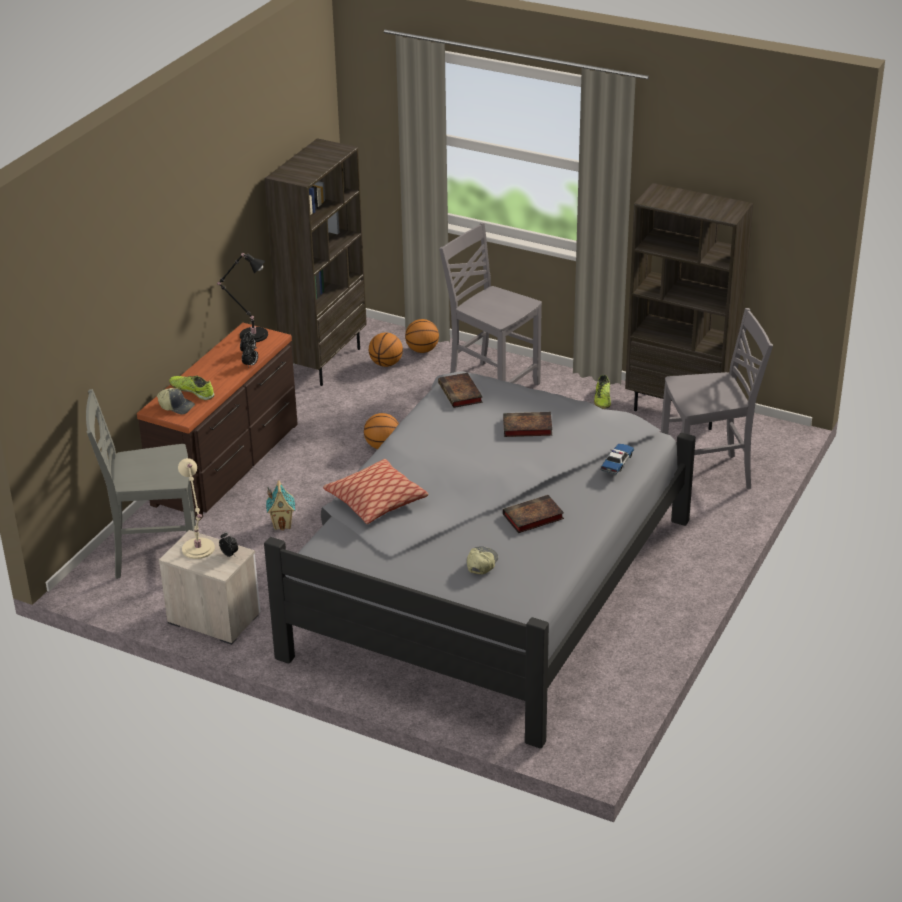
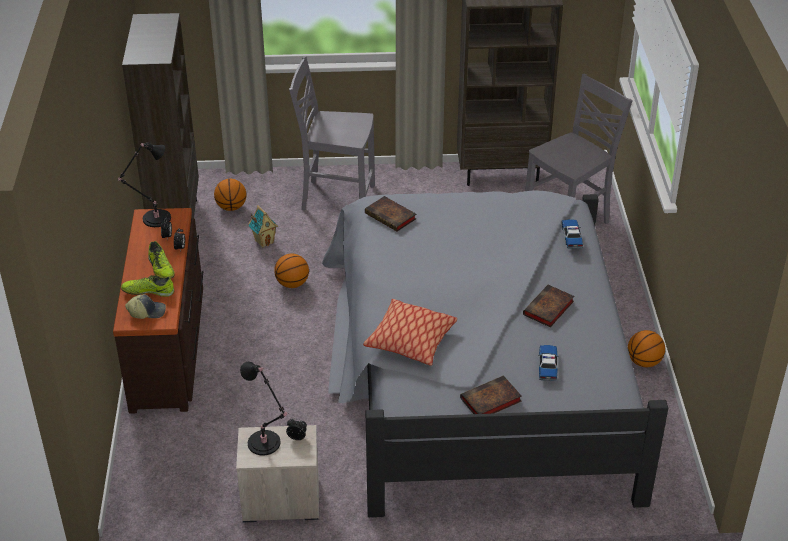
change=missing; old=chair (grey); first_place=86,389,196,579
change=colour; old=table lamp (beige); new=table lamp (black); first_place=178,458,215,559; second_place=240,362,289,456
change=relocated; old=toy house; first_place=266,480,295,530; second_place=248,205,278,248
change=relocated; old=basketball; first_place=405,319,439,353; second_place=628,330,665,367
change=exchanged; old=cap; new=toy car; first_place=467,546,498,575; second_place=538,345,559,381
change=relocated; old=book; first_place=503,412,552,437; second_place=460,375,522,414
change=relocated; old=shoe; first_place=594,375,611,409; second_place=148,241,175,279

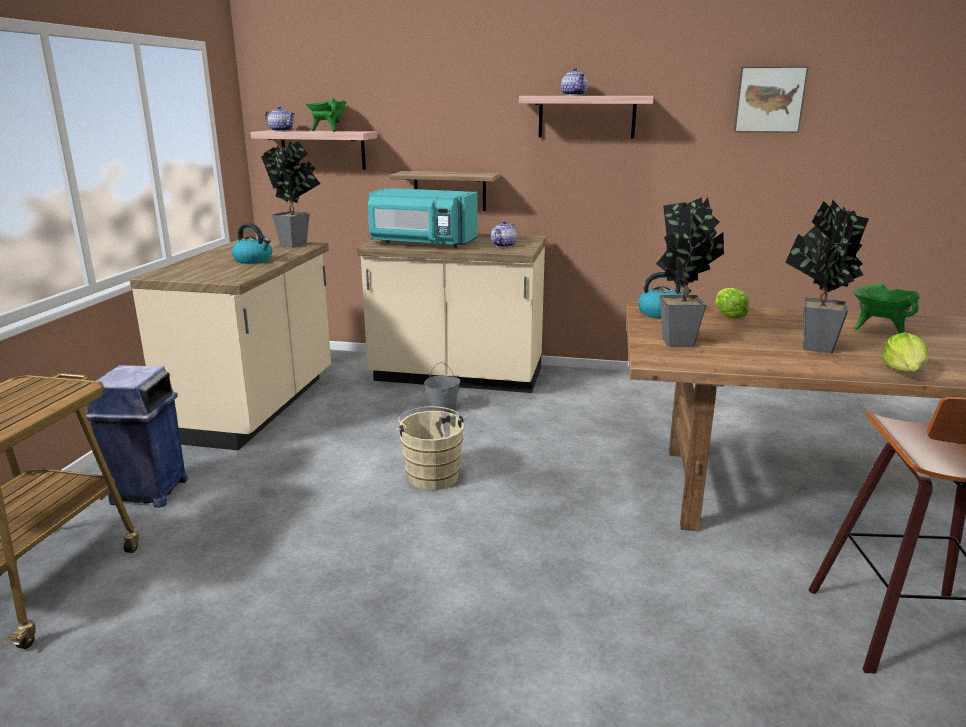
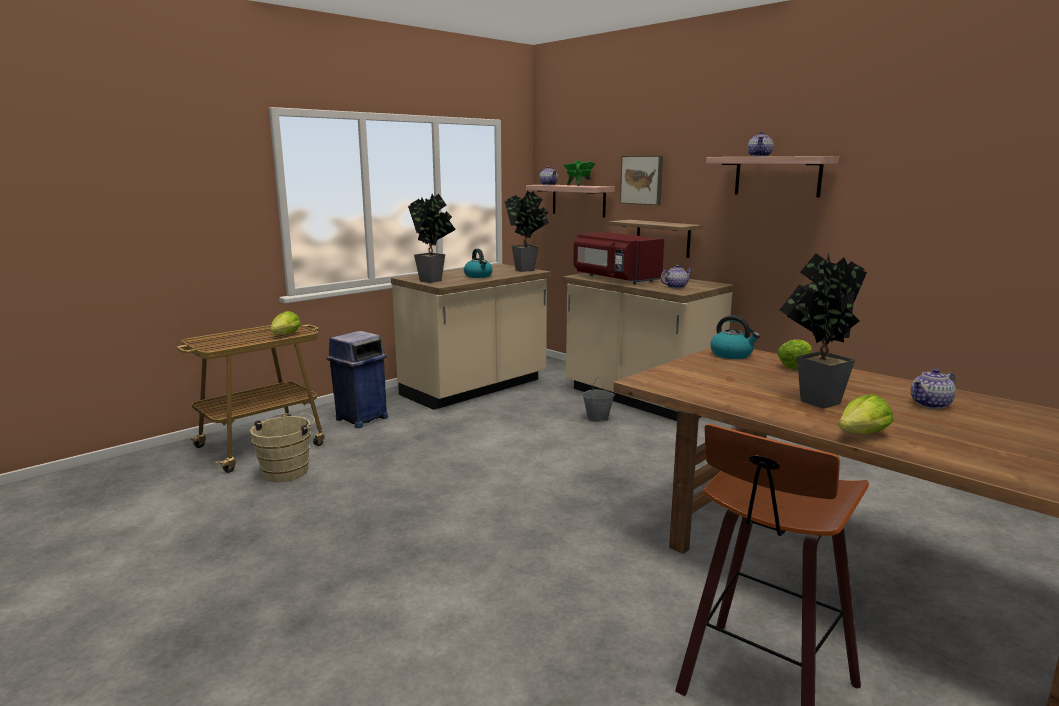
change=colour; old=microwave (turquoise); new=microwave (red); first_place=368,188,478,248; second_place=573,232,664,284
change=relocated; old=bucket (beige); first_place=396,406,466,490; second_place=250,413,315,482
change=relocated; old=potted plant; first_place=656,197,724,347; second_place=408,194,456,283
change=relocated; old=picture; first_place=734,66,808,133; second_place=620,156,663,205
change=exchanged; old=cooking pot (green); new=teapot; first_place=853,284,920,334; second_place=911,368,956,409
change=appeared; new=lettuce; second_place=270,311,301,334

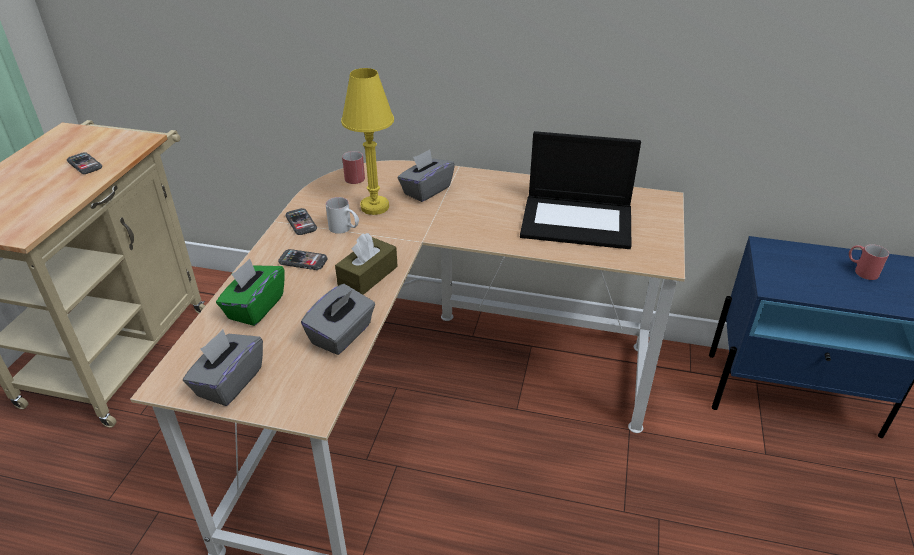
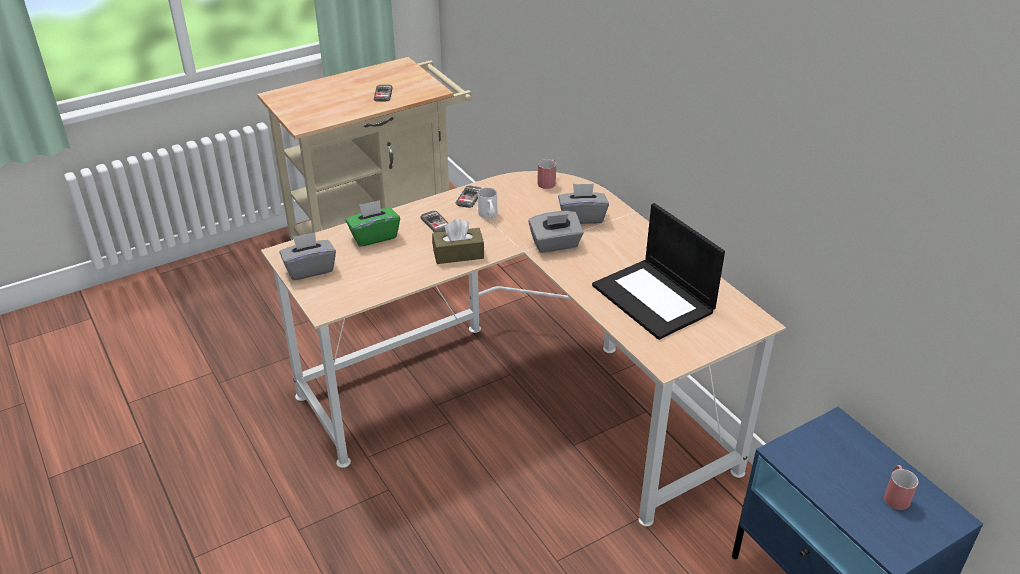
change=relocated; old=tissue box (grey); first_place=301,284,375,355; second_place=528,211,584,253
change=missing; old=table lamp (yellow); first_place=341,68,394,215

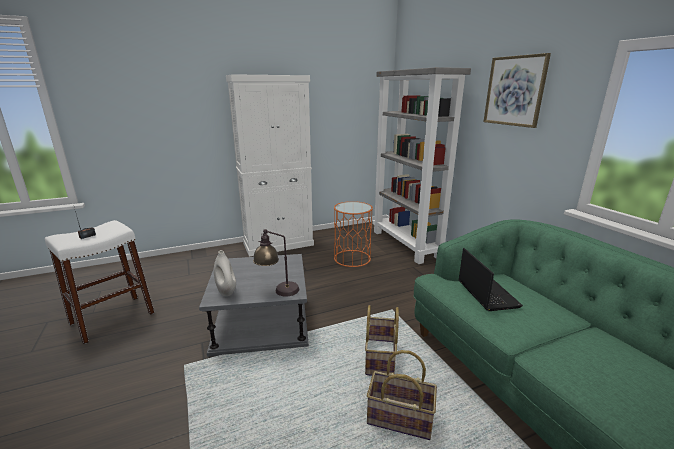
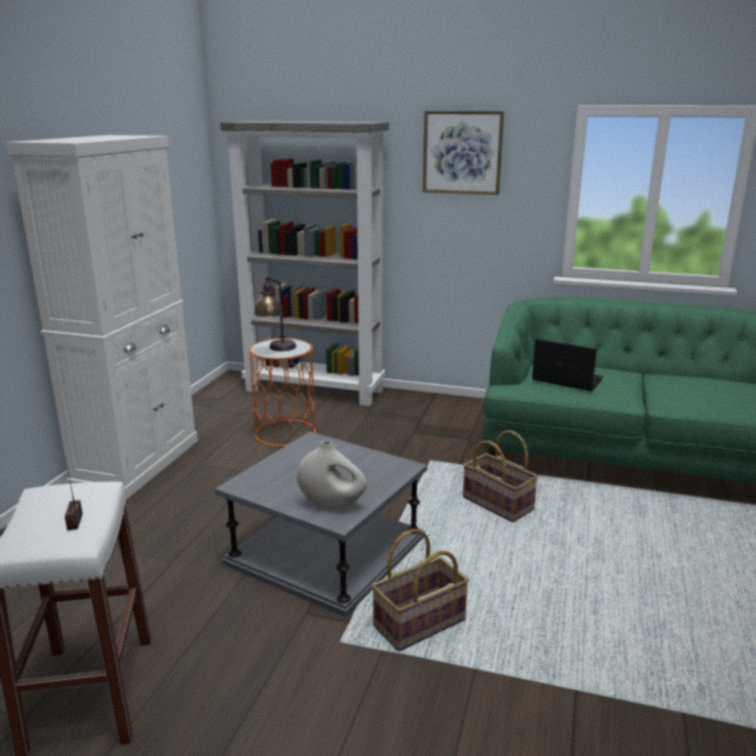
change=relocated; old=table lamp; first_place=253,229,299,297; second_place=254,276,296,351
change=relocated; old=basket; first_place=367,350,437,440; second_place=372,529,469,651

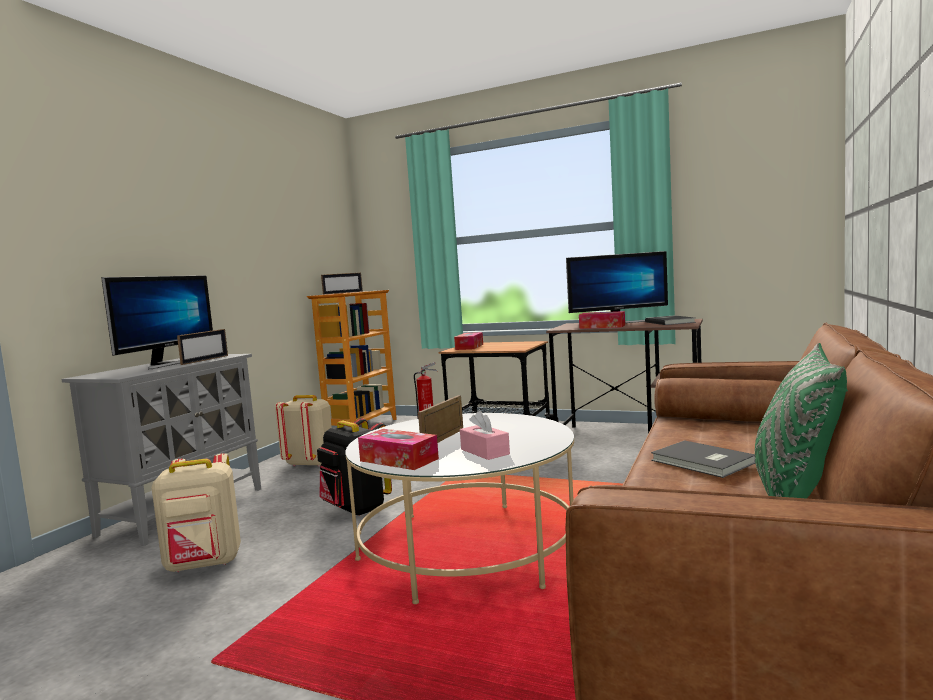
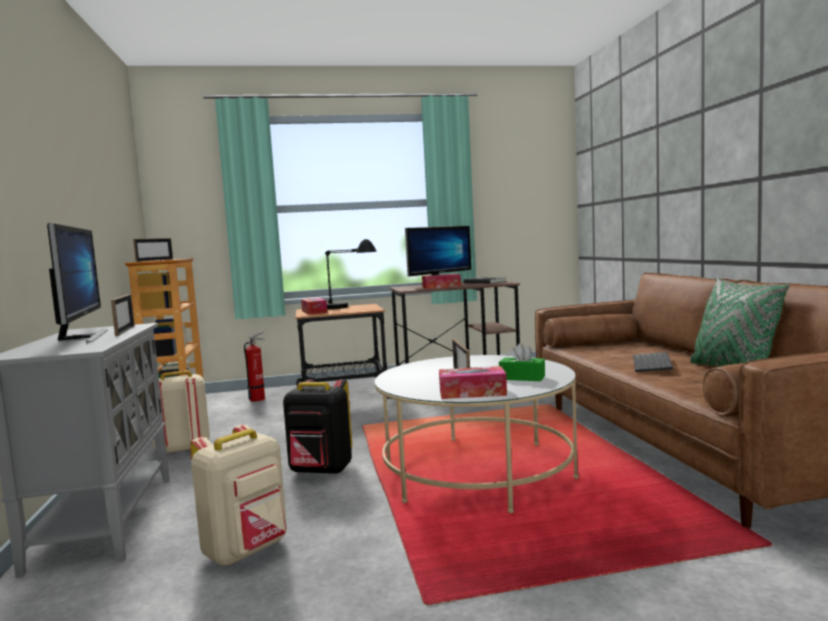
change=colour; old=tissue box (pink); new=tissue box (green); first_place=460,410,510,460; second_place=499,343,545,381
change=exchanged; old=book (grey); new=keyboard; first_place=651,440,756,478; second_place=633,352,673,372
change=appeared; new=table lamp (black); second_place=325,239,377,309

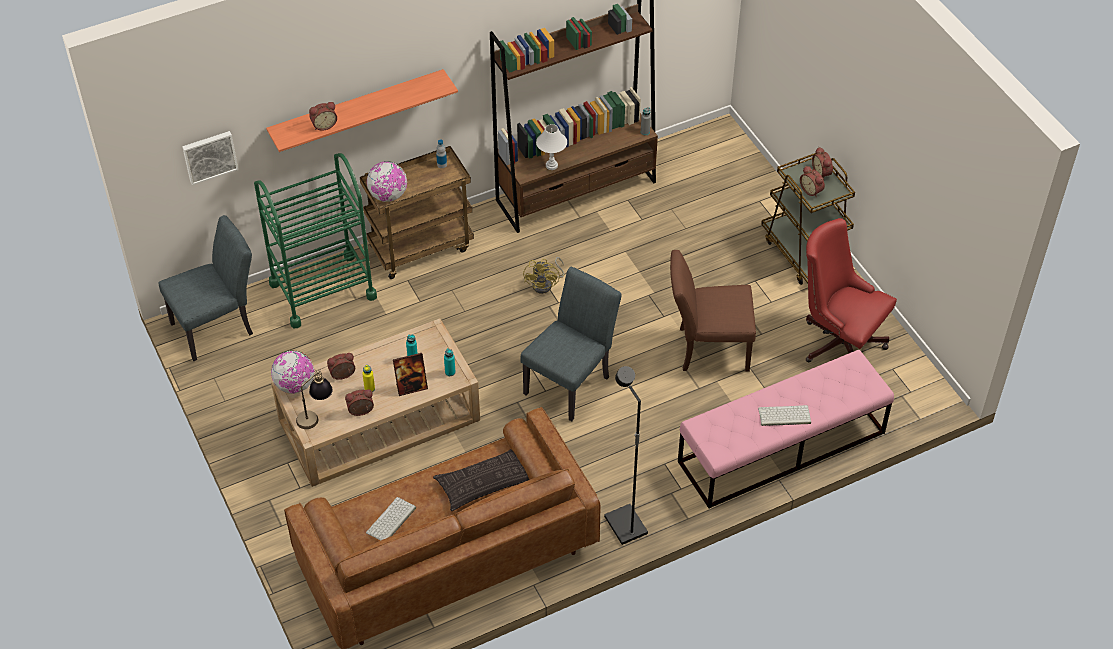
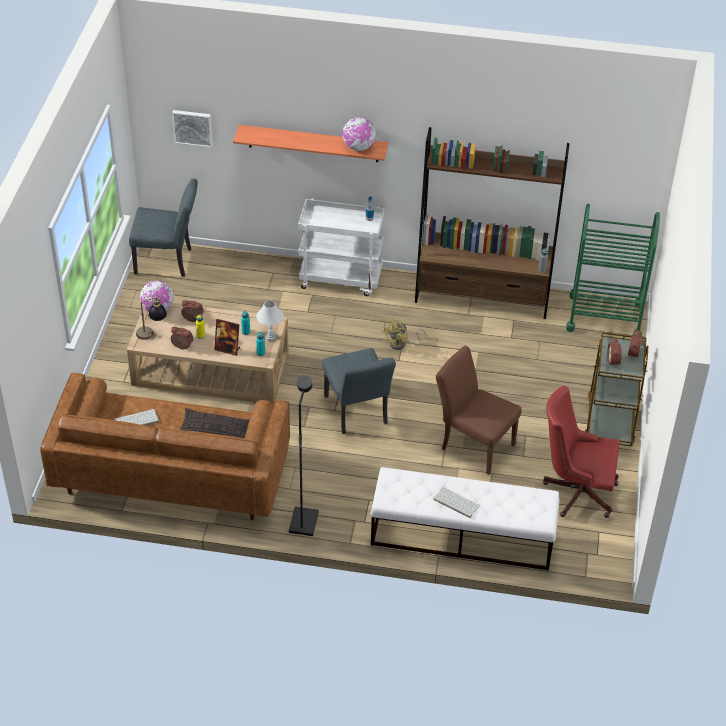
change=relocated; old=cart (green); first_place=254,153,377,329; second_place=566,204,660,337
change=missing; old=alarm clock; first_place=309,102,337,130
change=colour; old=cart (brown); new=cart (white); first_place=360,146,474,279; second_place=298,199,384,296
change=relocated; old=globe; first_place=367,161,407,202; second_place=343,117,376,151
change=spun; old=chair (grey); first_place=521,267,622,421; second_place=322,348,396,434; degrees=90
change=relocated; old=table lamp (white); first_place=536,124,567,170; second_place=256,300,284,341
change=colour; old=bench (pink); new=bench (white); first_place=678,350,894,508; second_place=371,467,559,571
change=spun; old=office chair (red); first_place=806,218,897,362; second_place=543,386,620,518; degrees=-60

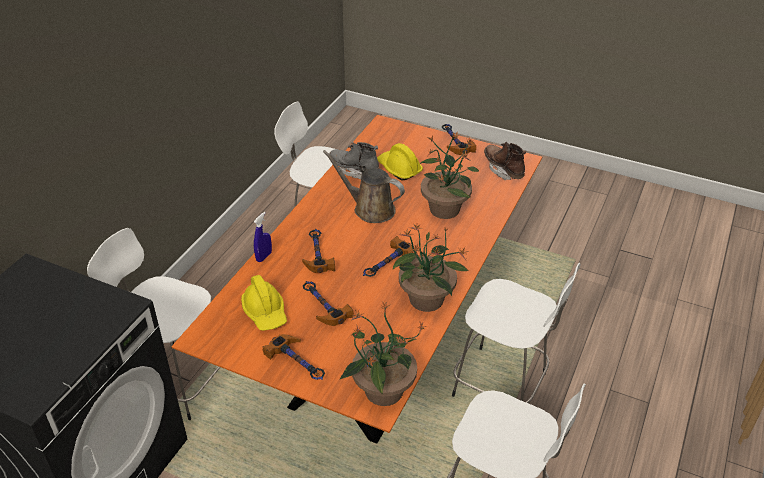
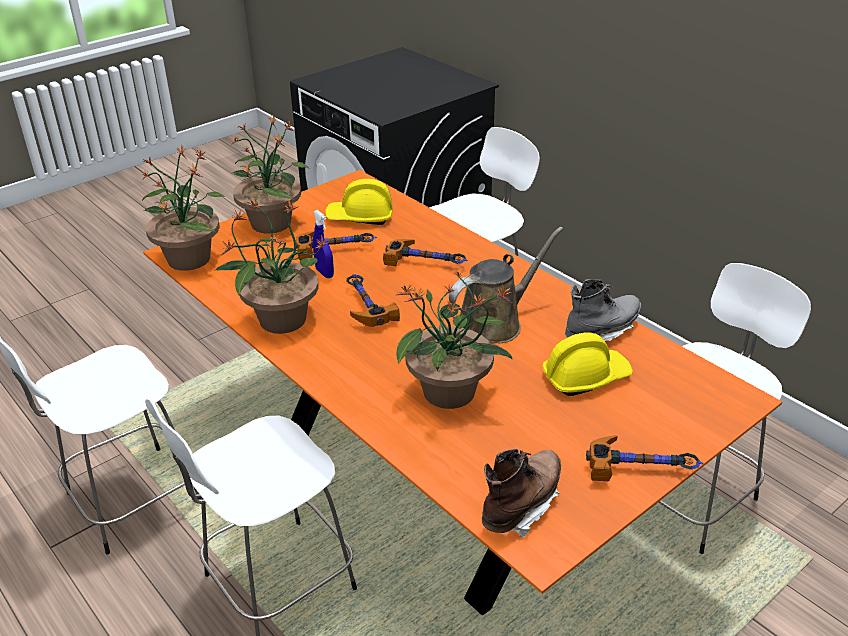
change=relocated; old=spray bottle (blue); first_place=254,212,272,262; second_place=313,210,334,278
change=exchanged; old=hammer; new=potted plant; first_place=263,334,325,380; second_place=231,116,308,234
change=spun; old=boot (brown); first_place=484,142,526,180; second_place=482,449,561,538; degrees=-45

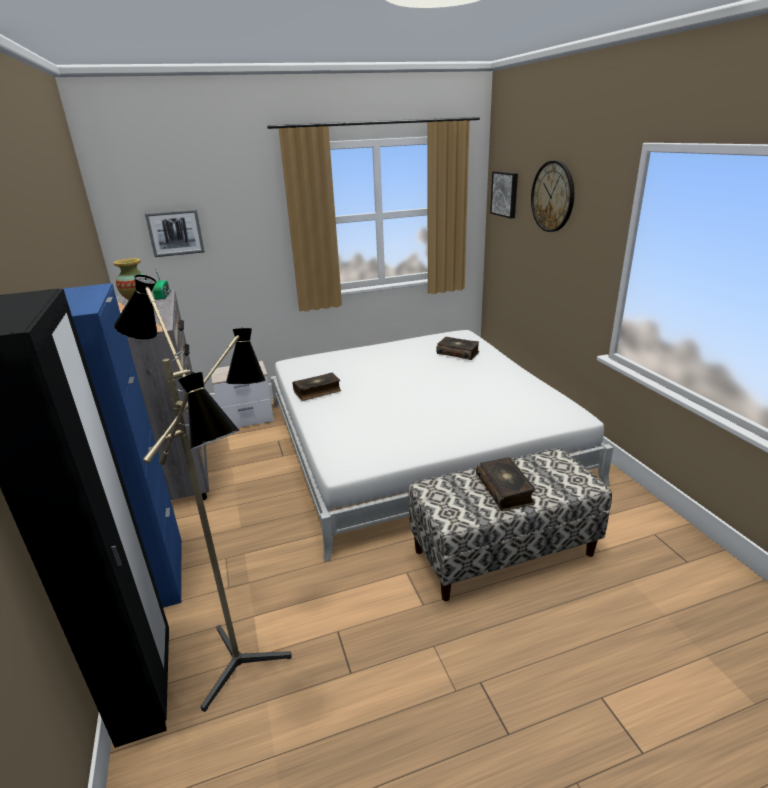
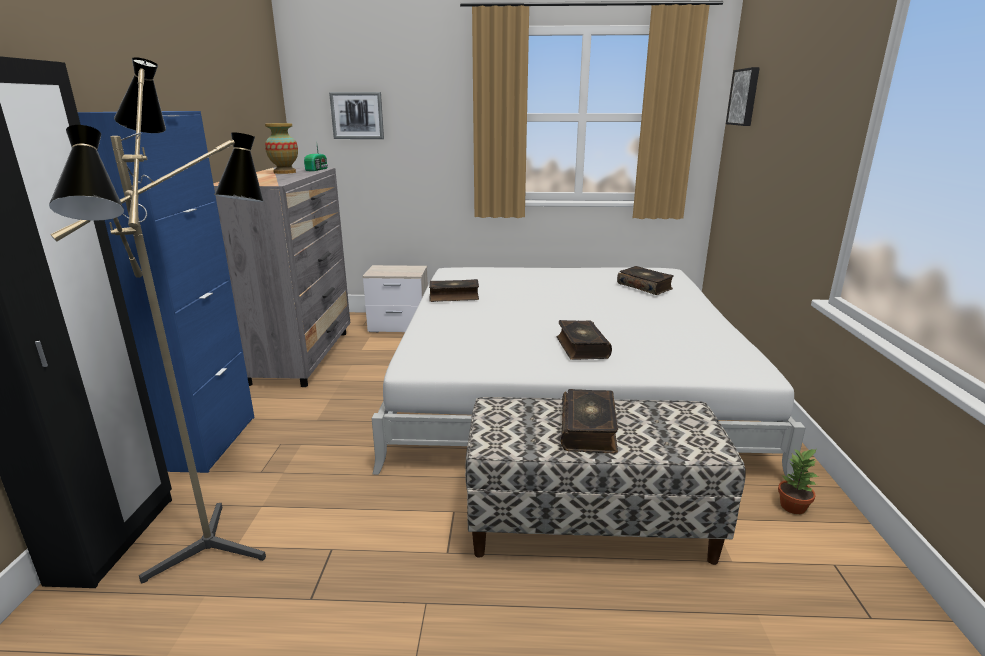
change=missing; old=wall clock; first_place=531,160,574,232
change=appeared; new=book; second_place=557,320,612,360
change=appeared; new=potted plant; second_place=778,449,819,514

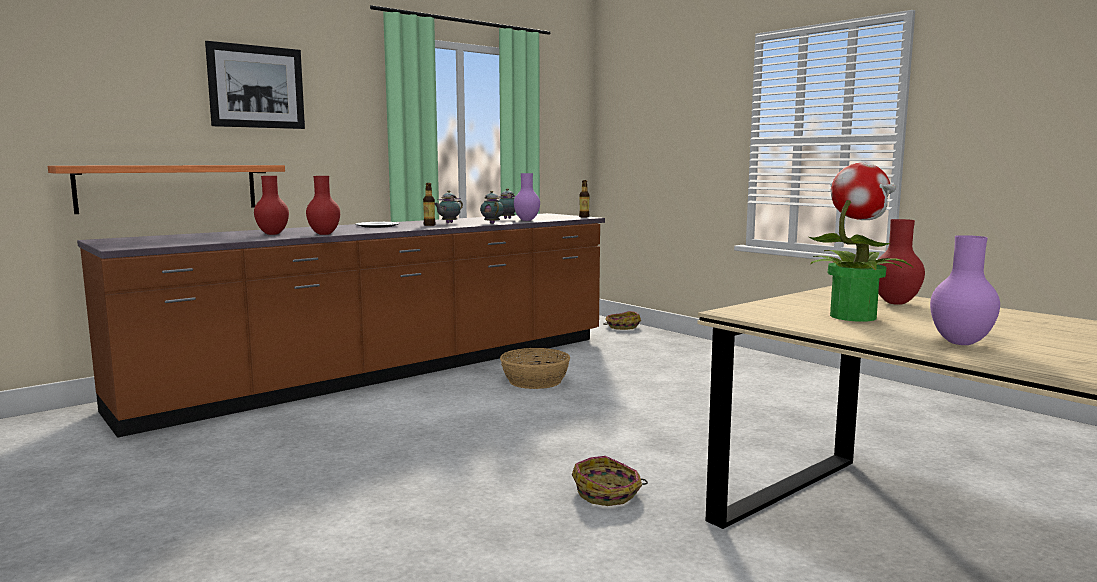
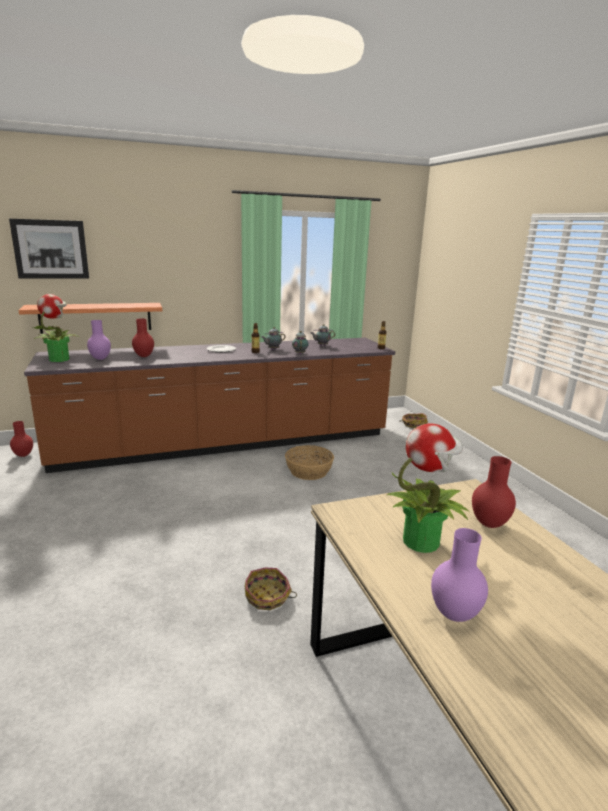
change=relocated; old=picture; first_place=205,41,305,129; second_place=9,219,89,279
change=relocated; old=vase (red); first_place=306,176,340,235; second_place=10,421,33,457
change=relocated; old=vase (purple); first_place=514,173,540,221; second_place=87,320,111,360
change=appeared; new=potted plant; second_place=33,294,79,362

